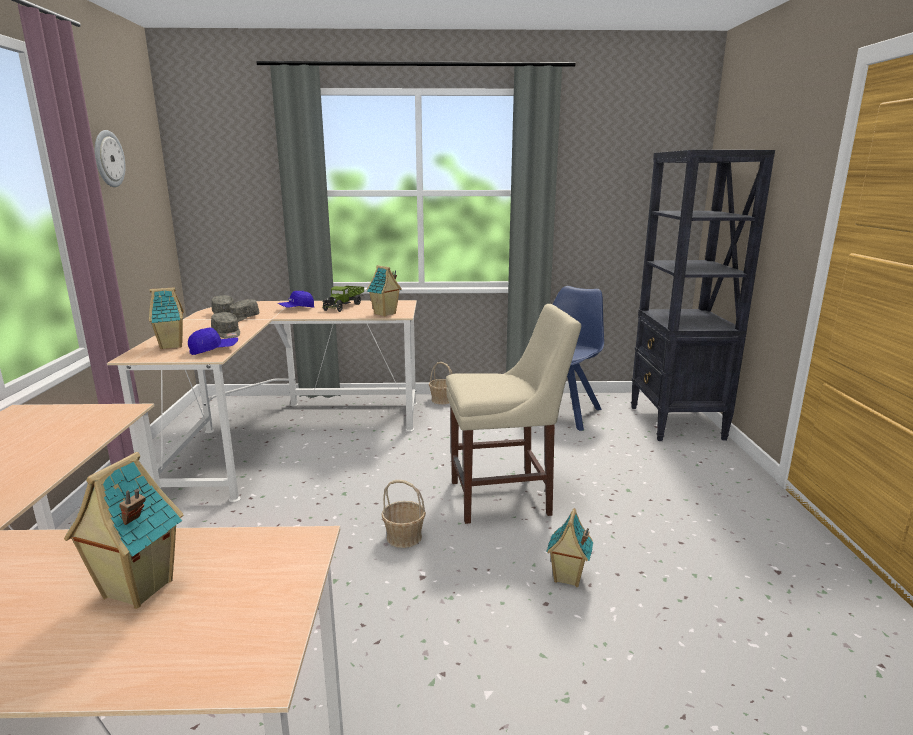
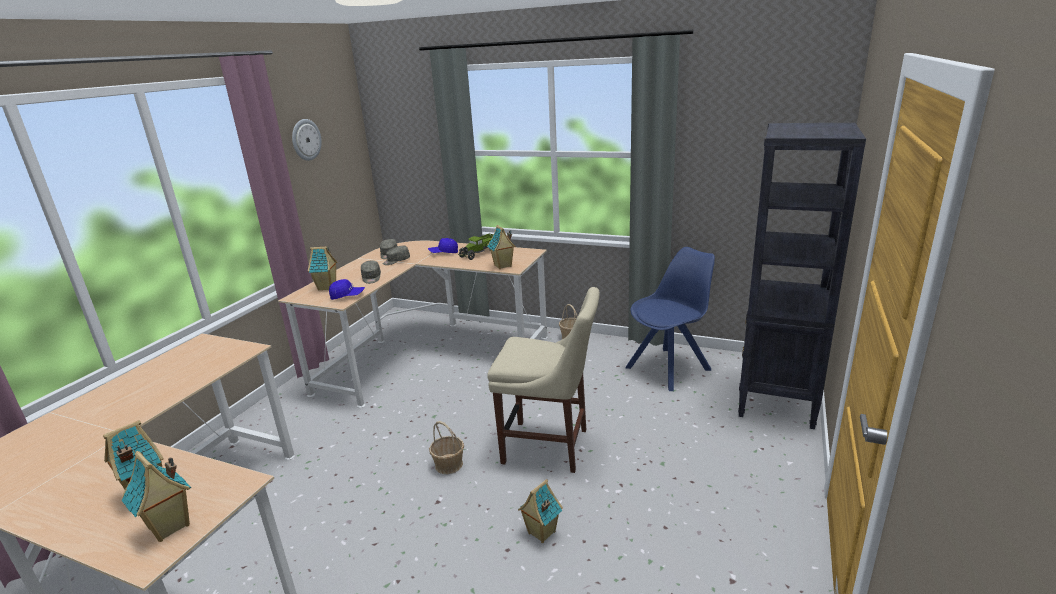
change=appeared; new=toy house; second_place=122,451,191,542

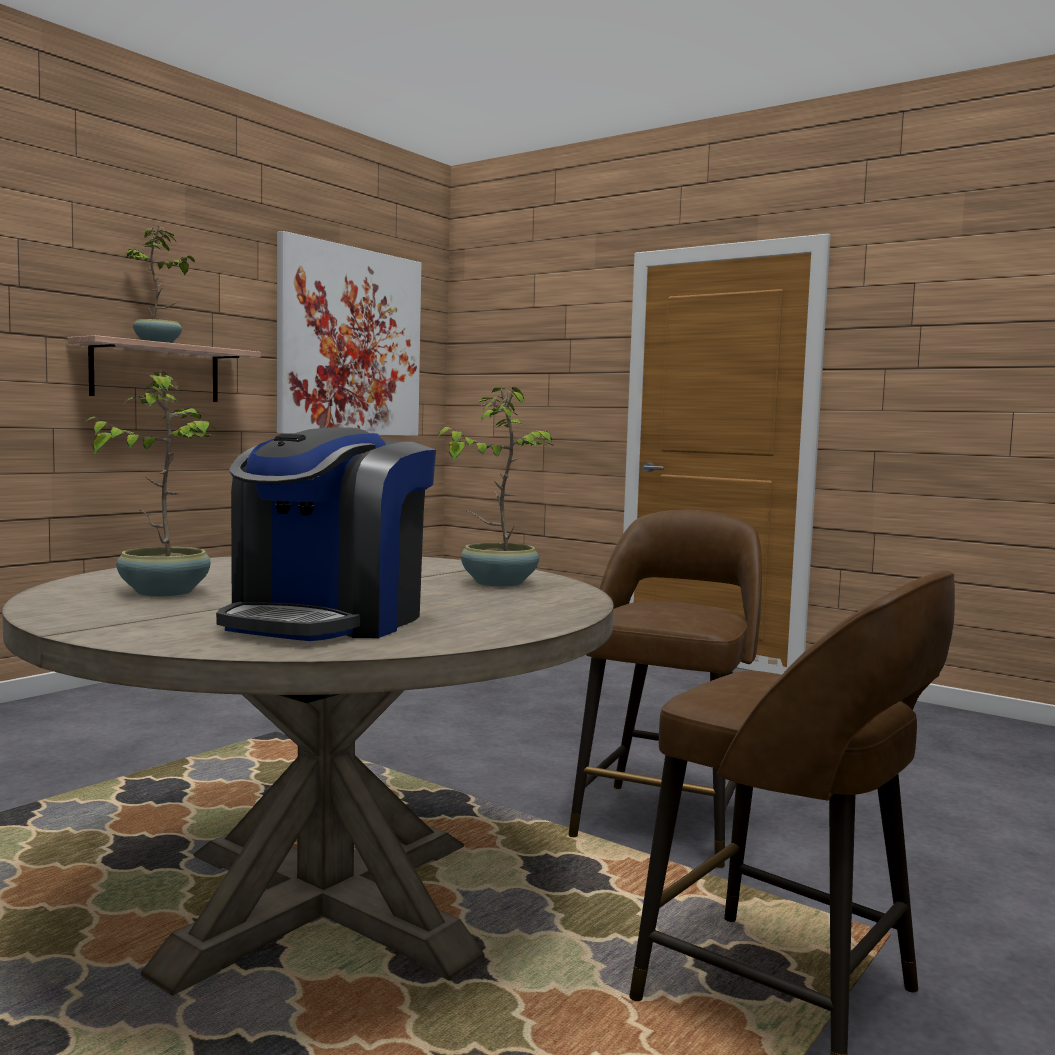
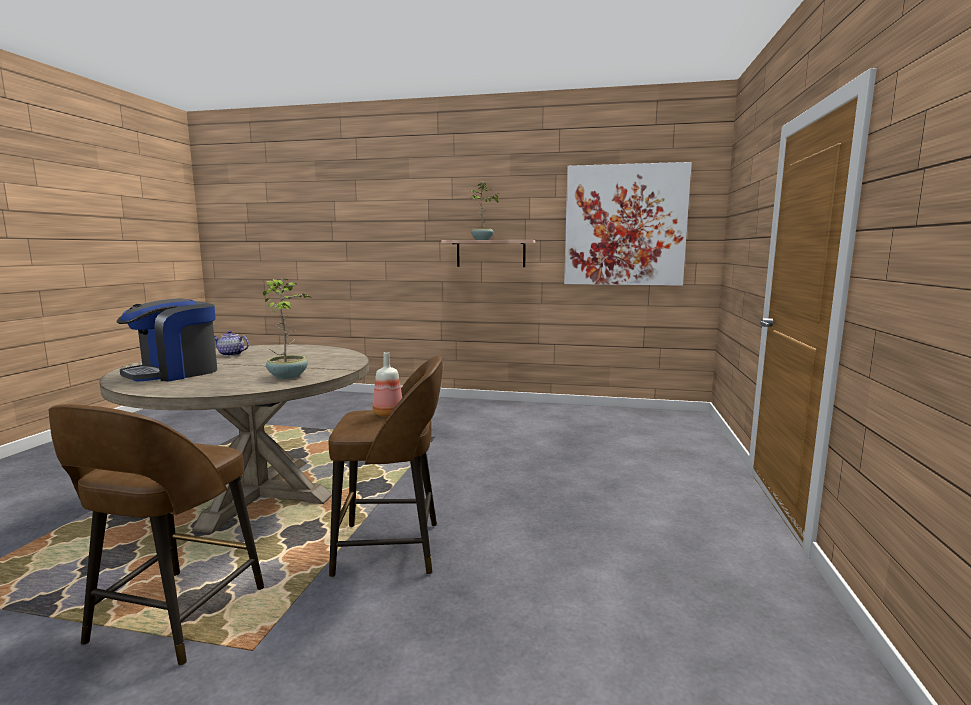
change=exchanged; old=potted plant; new=teapot; first_place=80,372,219,597; second_place=214,331,249,356
change=spun; old=coffee machine; first_place=216,427,436,641; second_place=117,298,217,382; degrees=-45
change=appeared; new=bottle; second_place=372,352,402,417

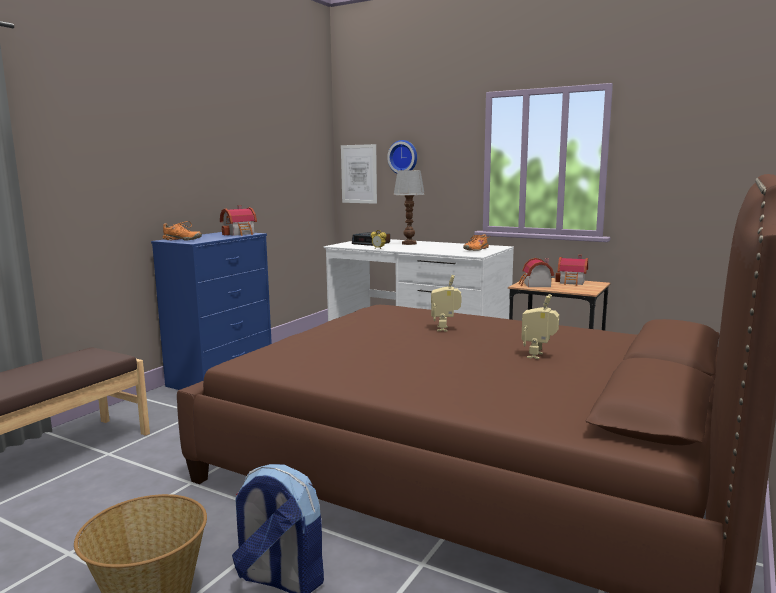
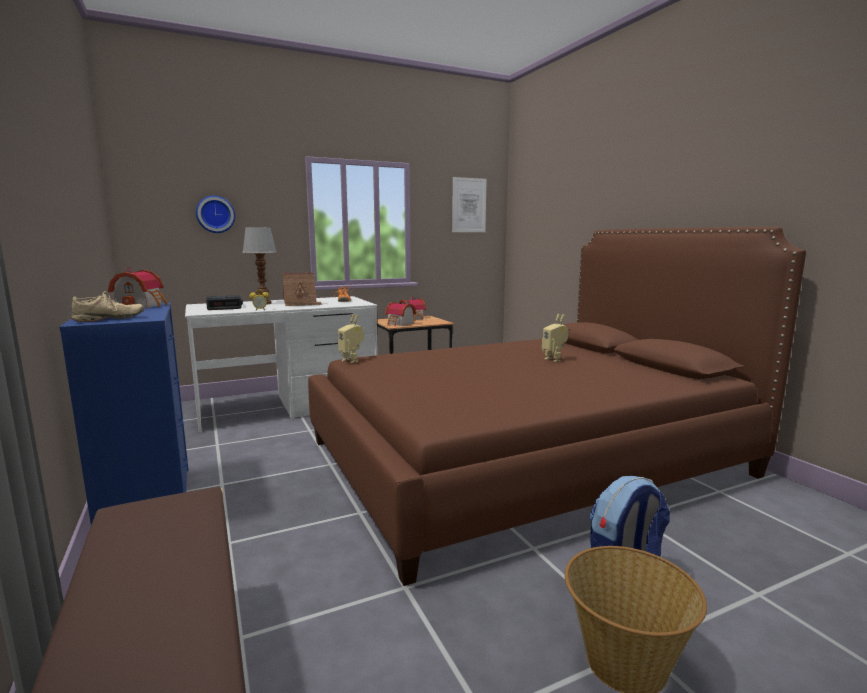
change=colour; old=shoe (orange); new=shoe (beige); first_place=163,221,202,241; second_place=71,291,145,322
change=relocated; old=picture; first_place=341,144,377,204; second_place=452,177,487,232
change=relocated; old=toy robot; first_place=431,275,462,331; second_place=338,314,364,363
change=appeared; new=toy house; second_place=282,273,323,306

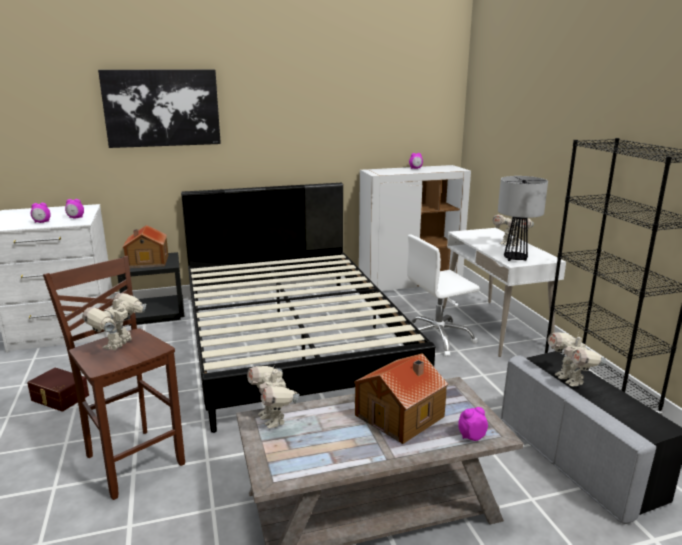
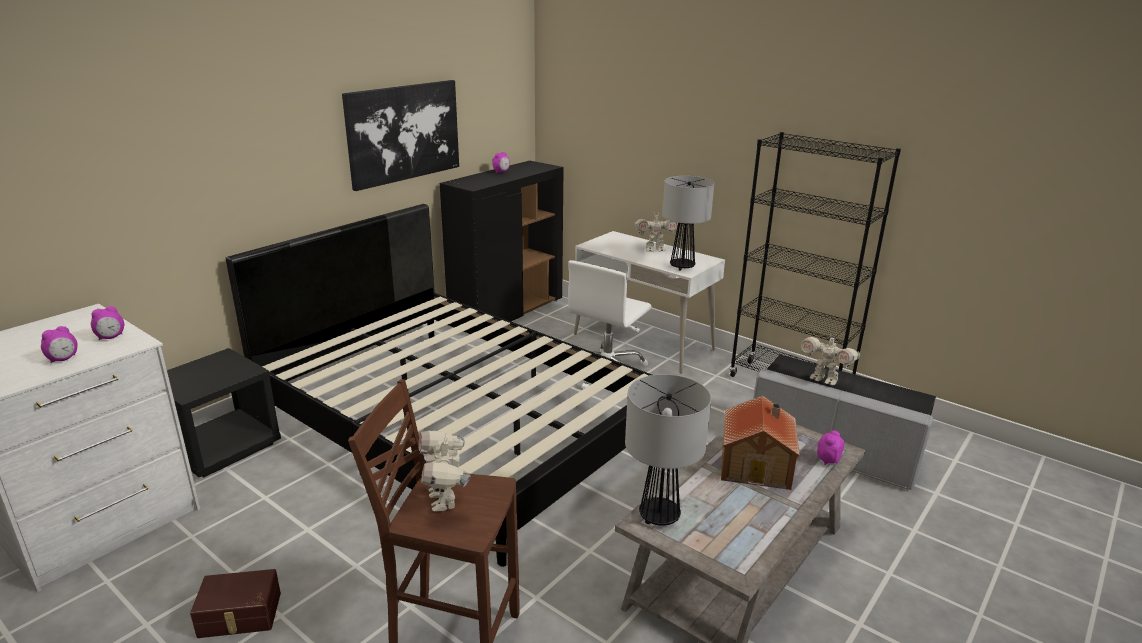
change=relocated; old=picture; first_place=98,70,221,148; second_place=342,80,459,191
change=missing; old=toy house; first_place=122,225,168,268
change=exchanged; old=toy robot; new=table lamp; first_place=247,366,300,429; second_place=625,374,711,526
change=colour; old=cabinet (white); new=cabinet (black); first_place=359,165,471,291; second_place=440,161,564,321

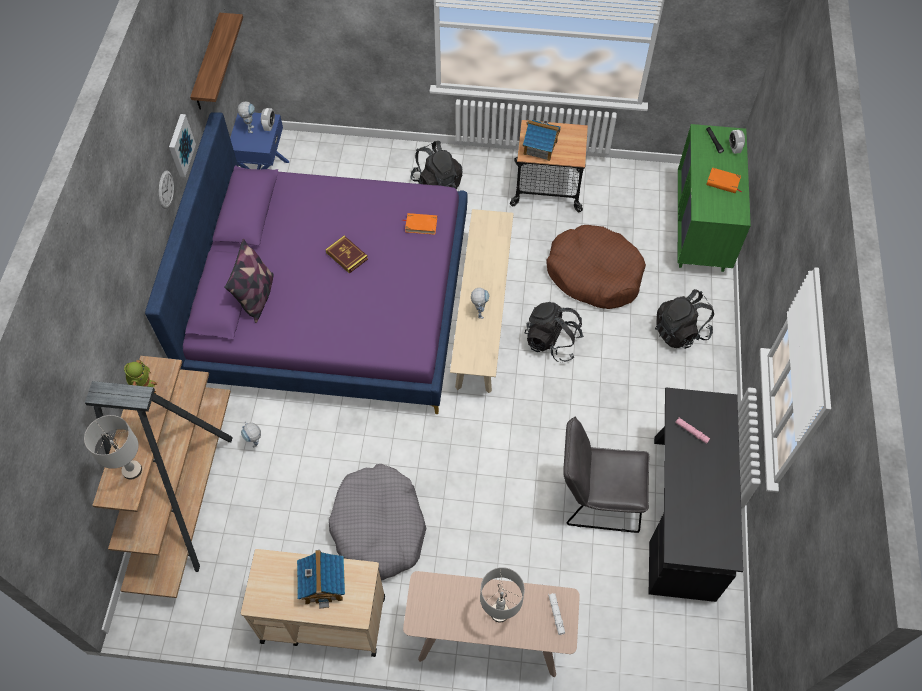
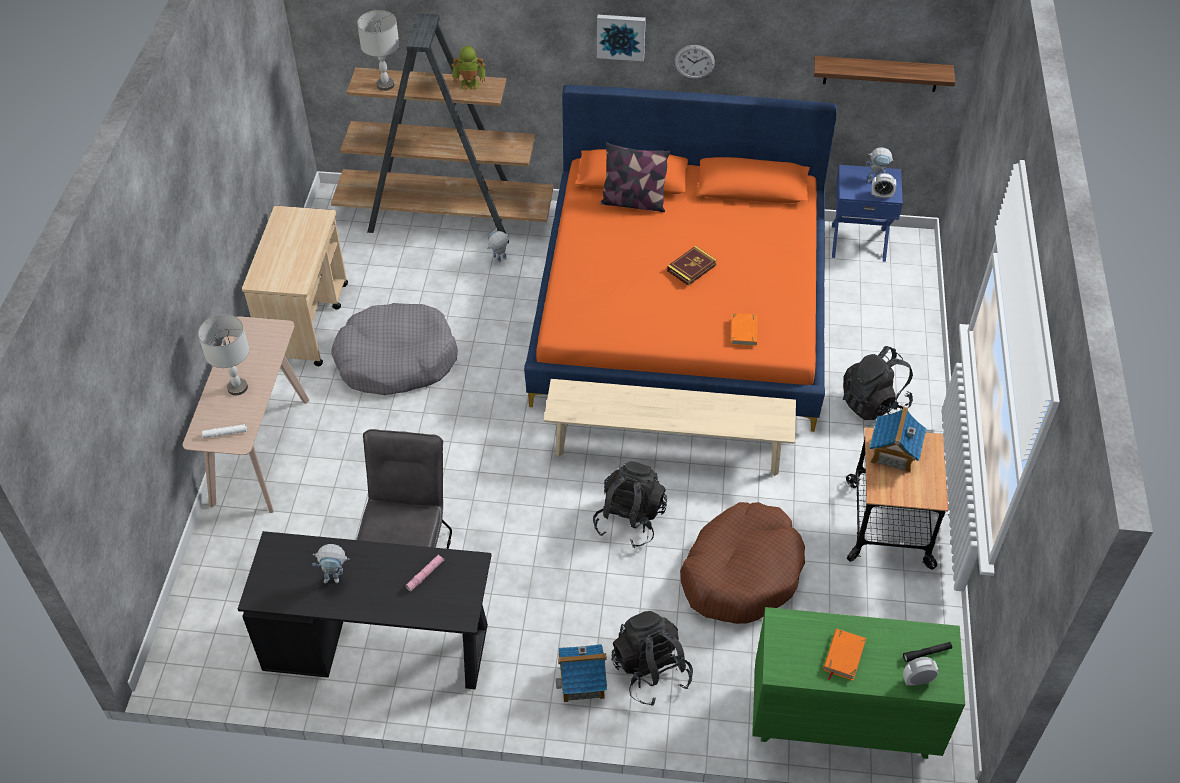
change=colour; old=bed (purple); new=bed (orange); first_place=145,112,468,414; second_place=524,85,837,432
change=relocated; old=picture; first_place=169,114,196,177; second_place=597,15,646,61
change=relocated; old=toy house; first_place=297,550,345,609; second_place=556,644,607,702
change=relocated; old=toy robot; first_place=471,288,489,319; second_place=312,544,349,584

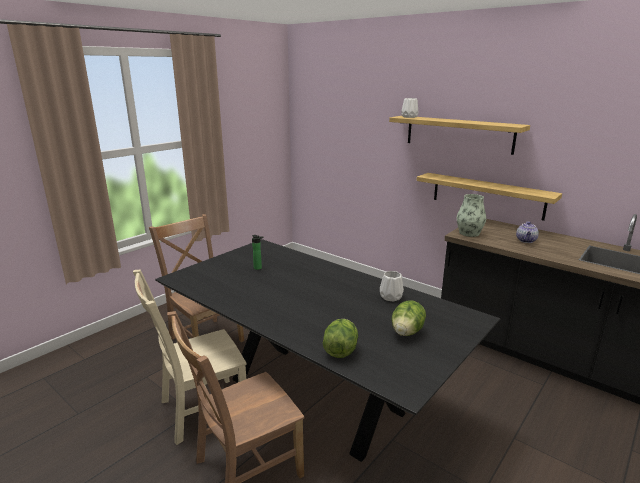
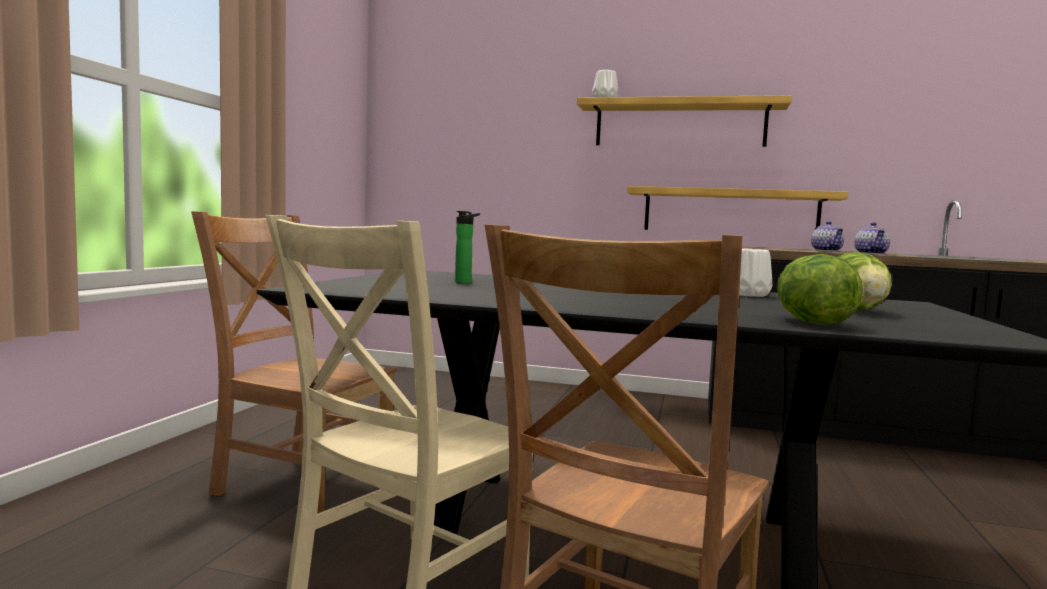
change=missing; old=vase; first_place=457,194,486,237
change=appeared; new=teapot; second_place=854,222,890,254

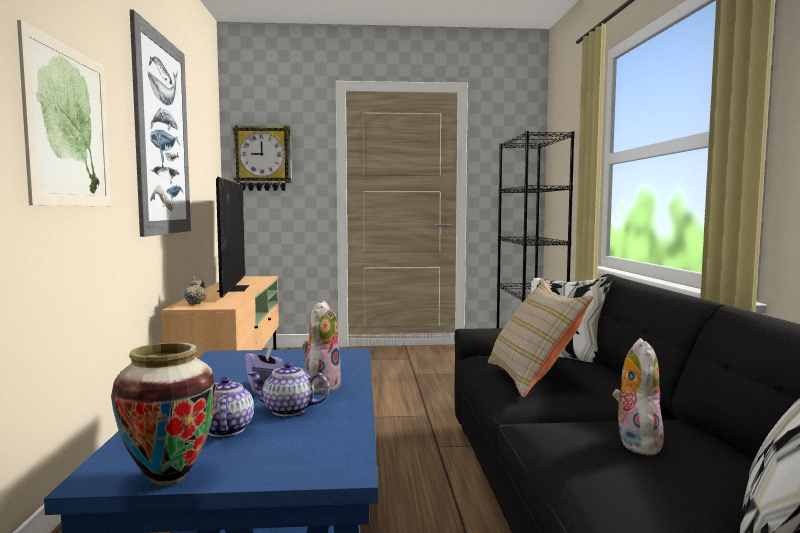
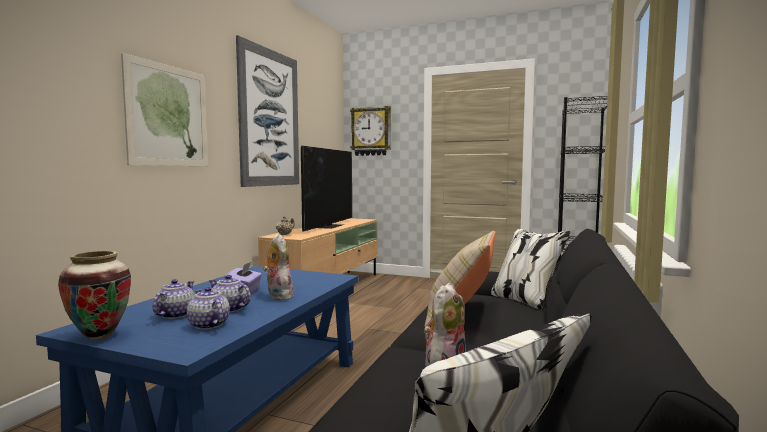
change=spun; old=plush toy; first_place=302,301,342,393; second_place=263,234,294,301; degrees=-75
change=appeared; new=teapot; second_place=187,287,230,330

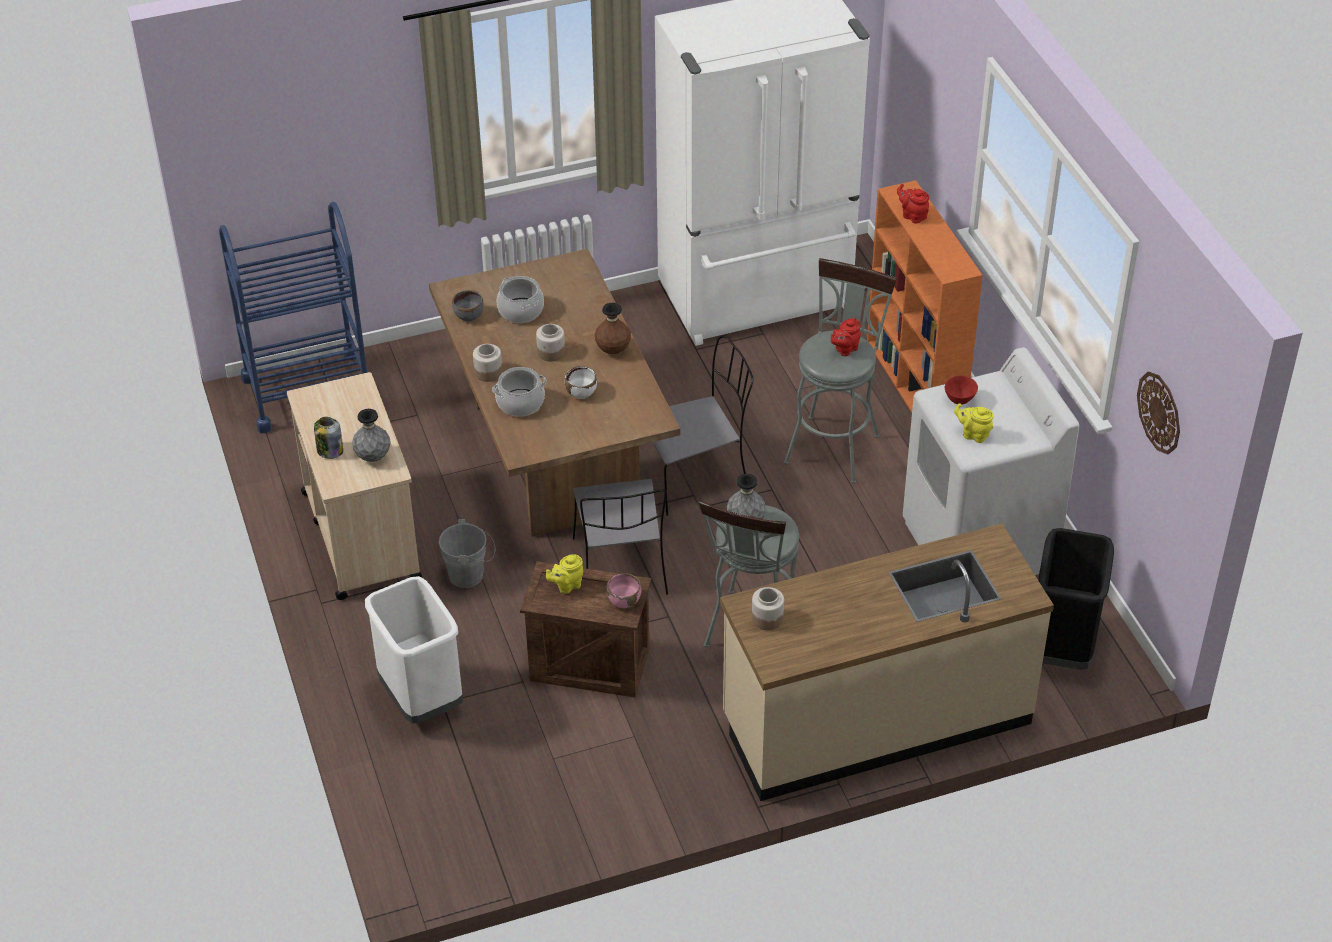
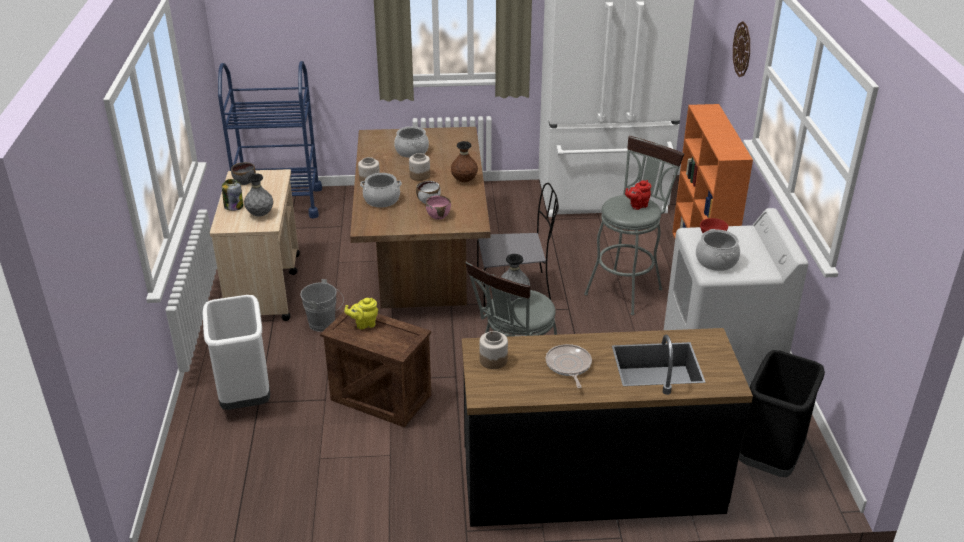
change=relocated; old=bowl (grey); first_place=452,290,484,322; second_place=231,162,256,185
change=missing; old=chair (grey); first_place=573,479,668,595
change=relocated; old=bowl (pink); first_place=607,573,641,608; second_place=426,195,451,220
change=colour; old=counter (beige); new=counter (black); first_place=720,523,1054,801; second_place=462,328,753,527
change=missing; old=teapot (red); first_place=897,184,929,223
change=exchanged; old=teapot (yellow); new=cooking pot; first_place=954,403,993,443; second_place=696,229,740,271
change=relocated; old=wall clock; first_place=1137,372,1180,455; second_place=733,21,750,77
change=appeared; new=frying pan; second_place=546,344,592,388

